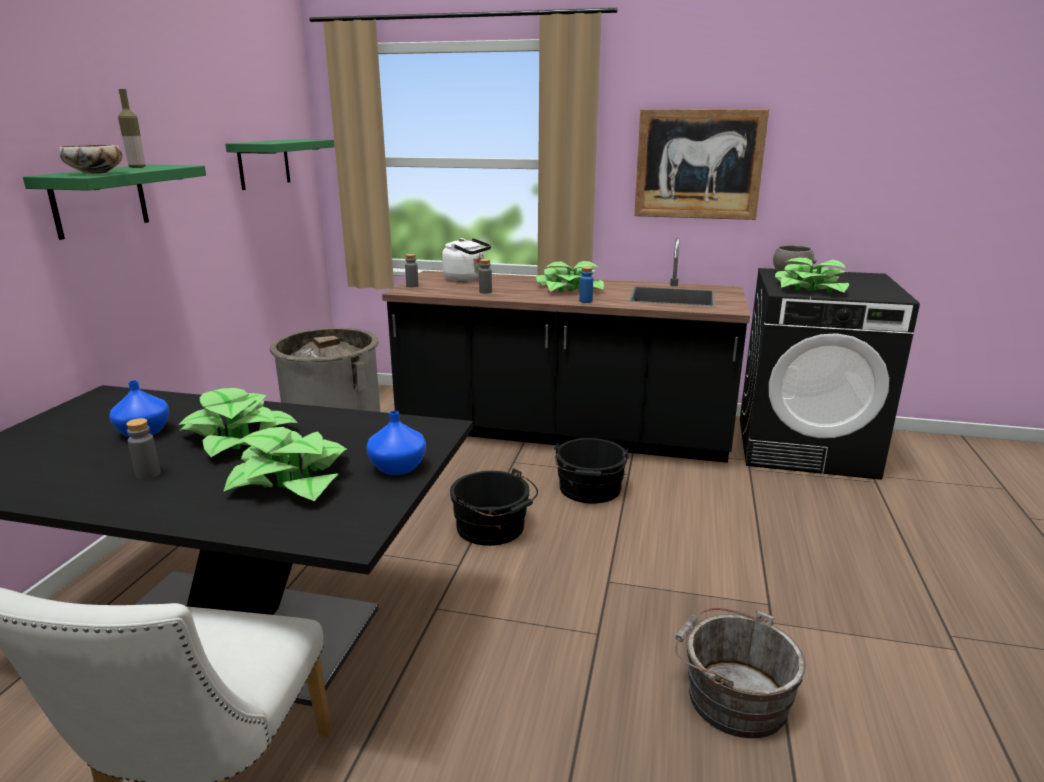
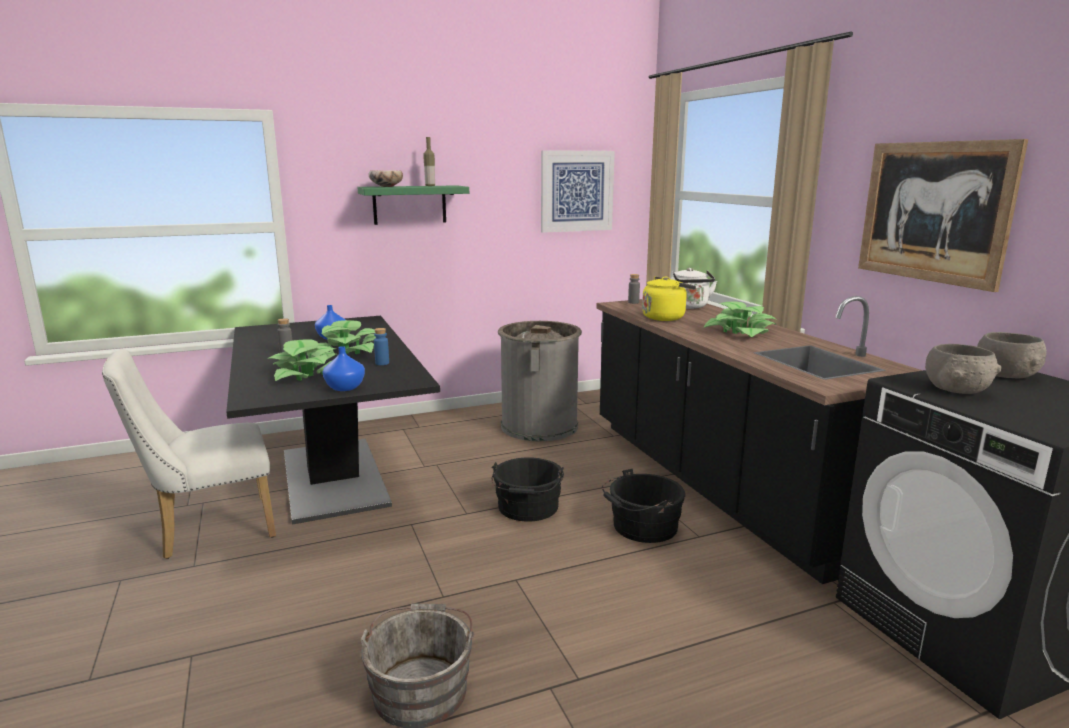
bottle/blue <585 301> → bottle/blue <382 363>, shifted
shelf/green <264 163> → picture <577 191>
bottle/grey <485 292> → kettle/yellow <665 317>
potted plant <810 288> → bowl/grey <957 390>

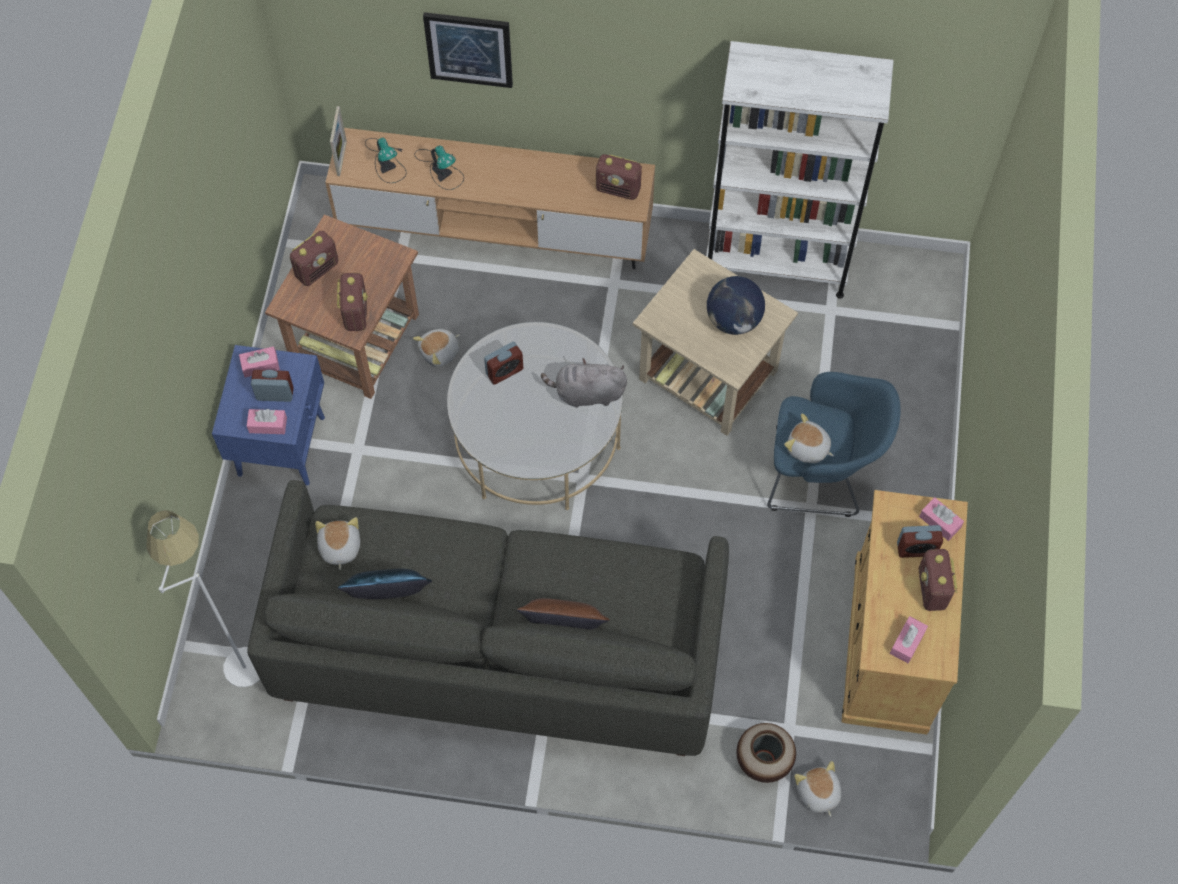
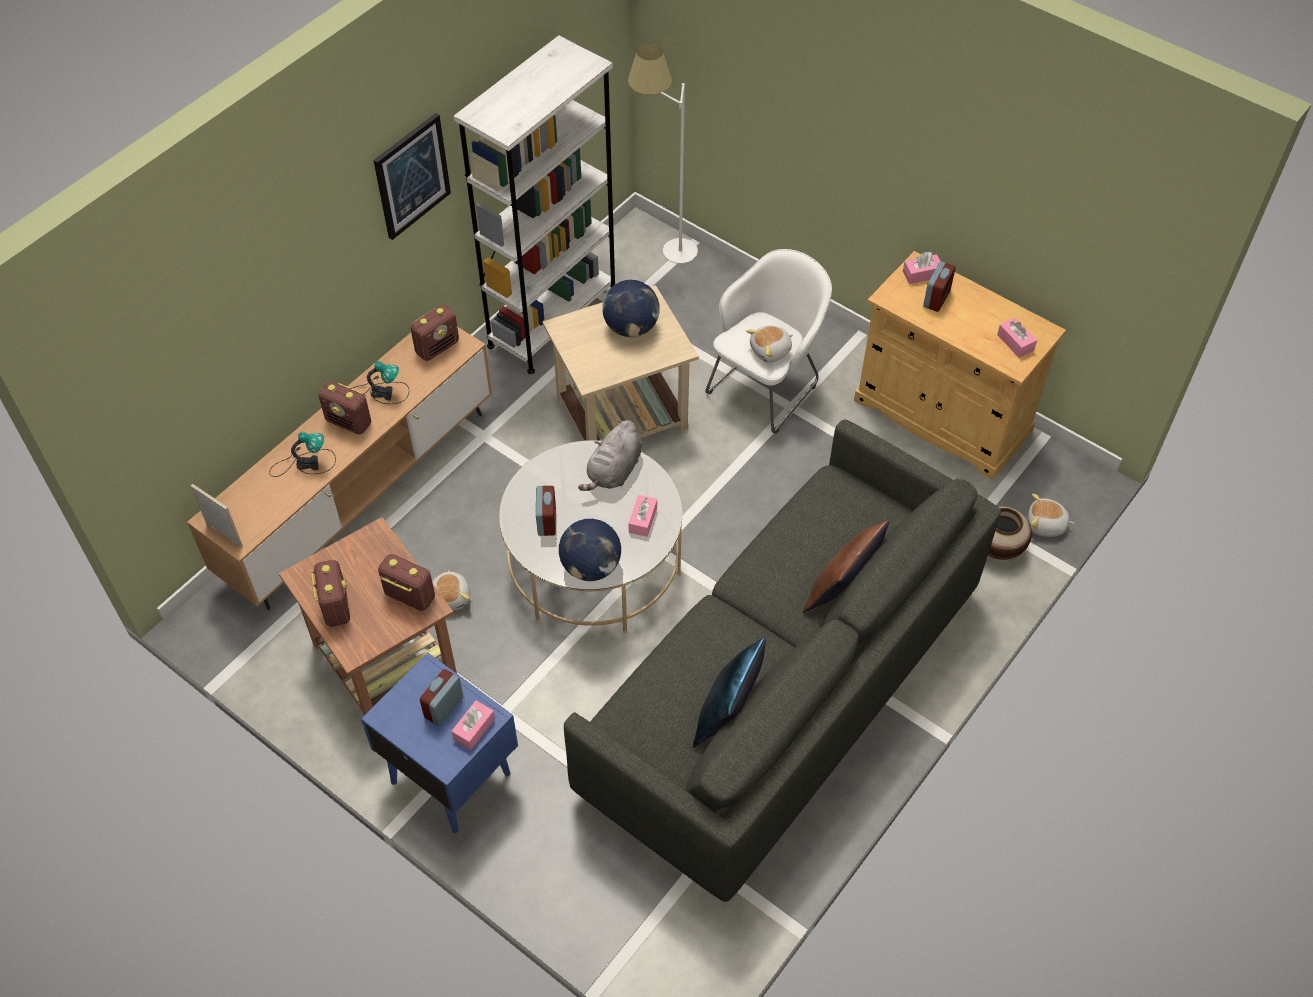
plush toy <339 548> → -
- → globe <591 567>
floor lamp/white <232 653> → floor lamp/white <664 253>, shifted
tissue box/pink <260 365> → tissue box/pink <643 520>, shifted
table lamp <386 161> → table lamp <379 392>, shifted
picture <469 49> → picture <411 176>, shifted
radio <932 589> → radio <349 422>, shifted
armchair/blue <821 475> → armchair/white <766 386>

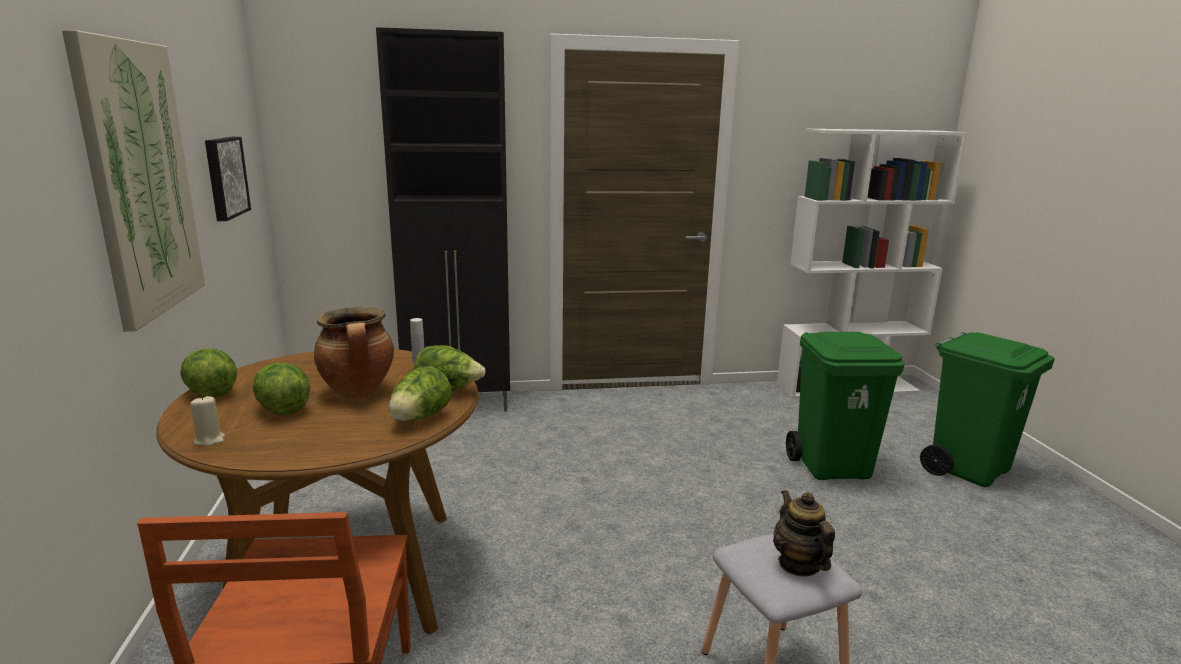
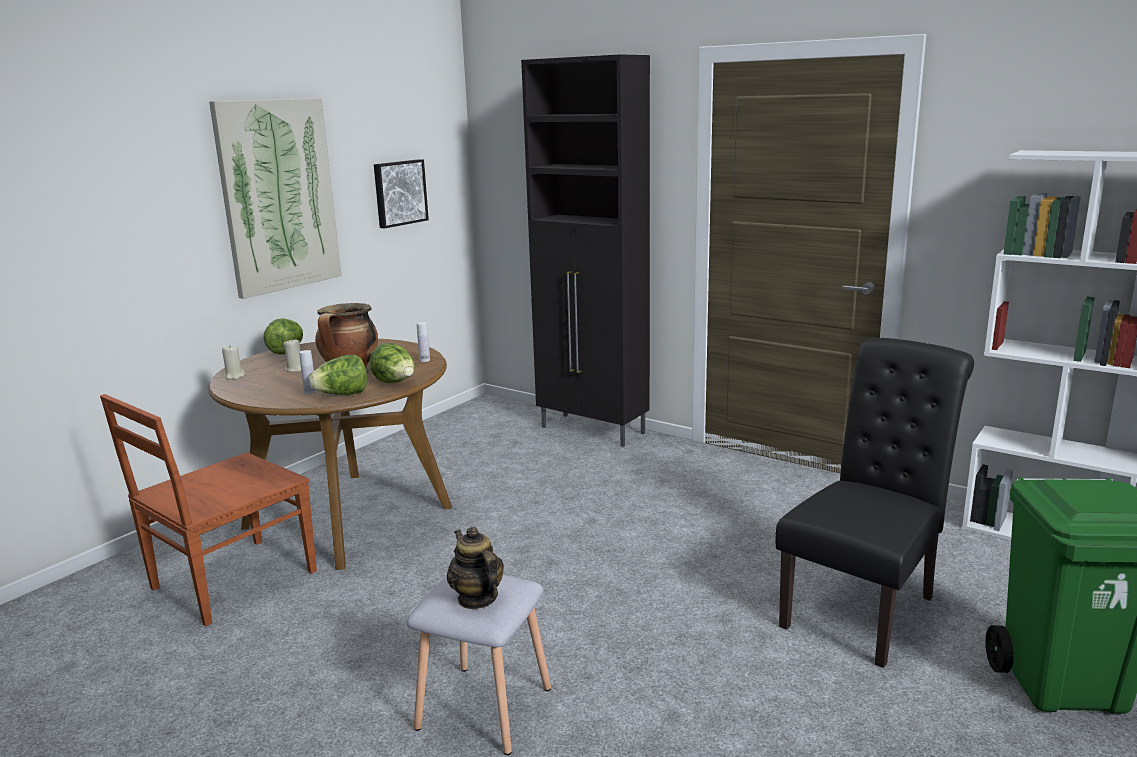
- → bottle/white <310 392>
lettuce <282 409> → candle/beige <295 369>
trash can/green <833 467> → chair/black <864 607>
teapot <799 564> → teapot <477 598>, 60 degrees counterclockwise

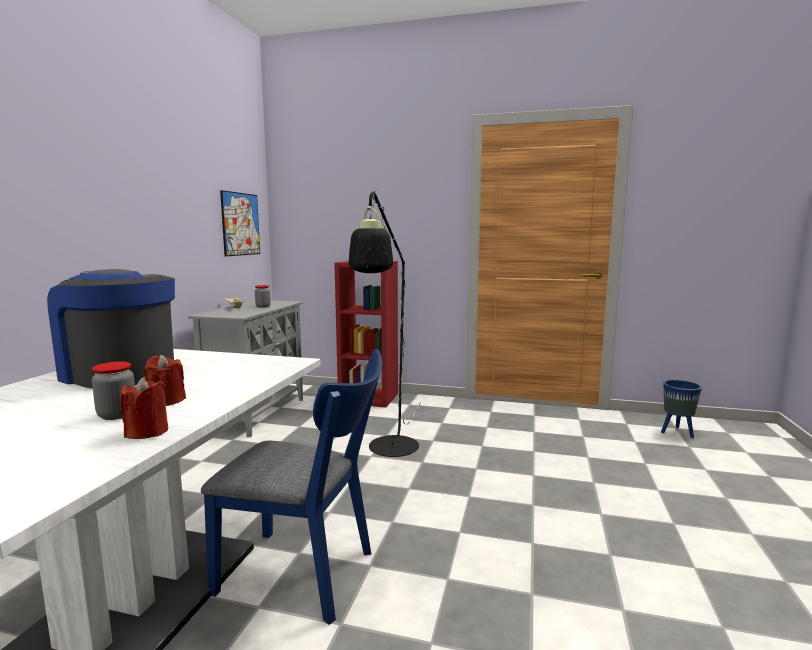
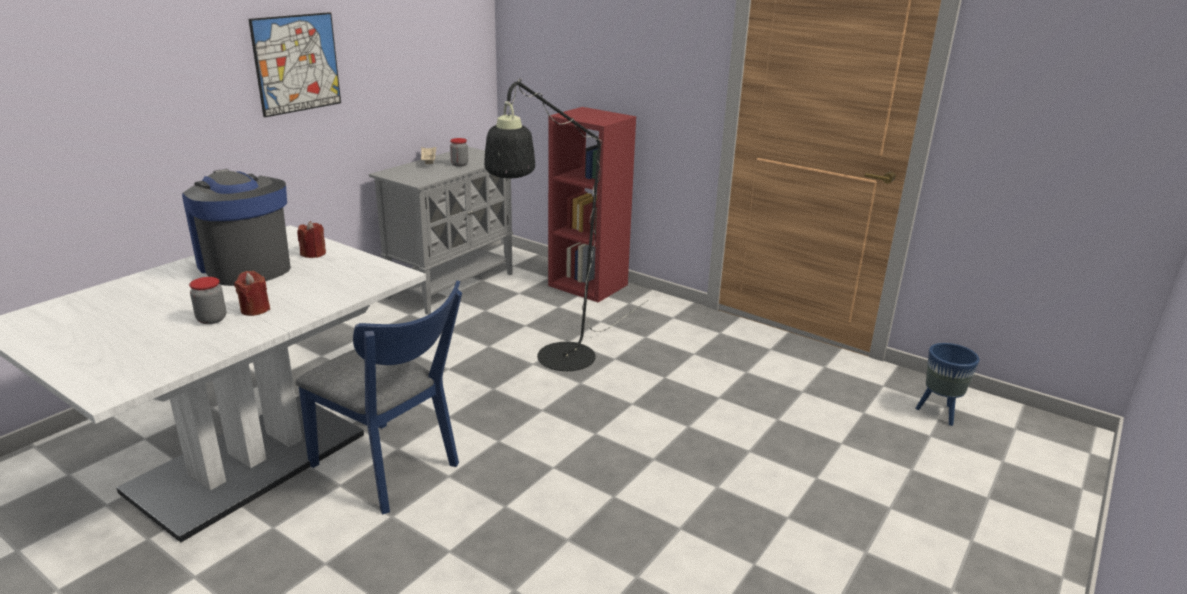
candle/red <147 432> → candle/red <313 254>, shifted
picture <240 224> → picture <297 63>, shifted

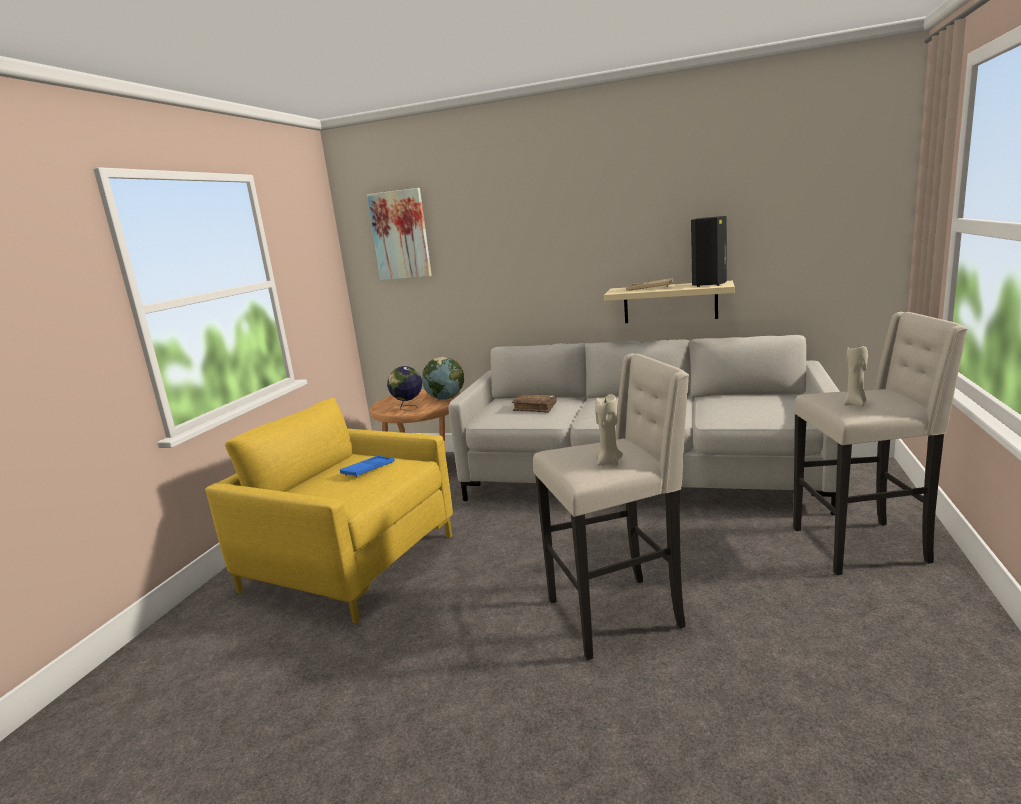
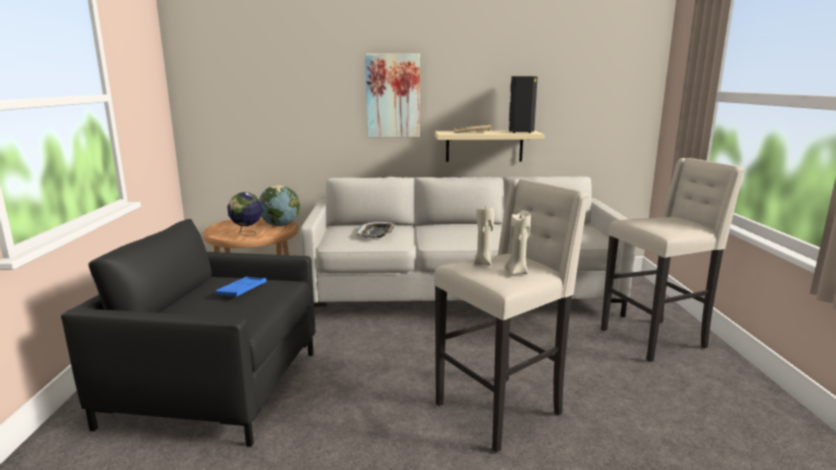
picture <400 235> → picture <393 96>, shifted
candle/beige <855 404> → candle/beige <484 263>, shifted
book/brown <535 408> → tray <376 233>
armchair/yellow <350 562> → armchair/black <215 387>

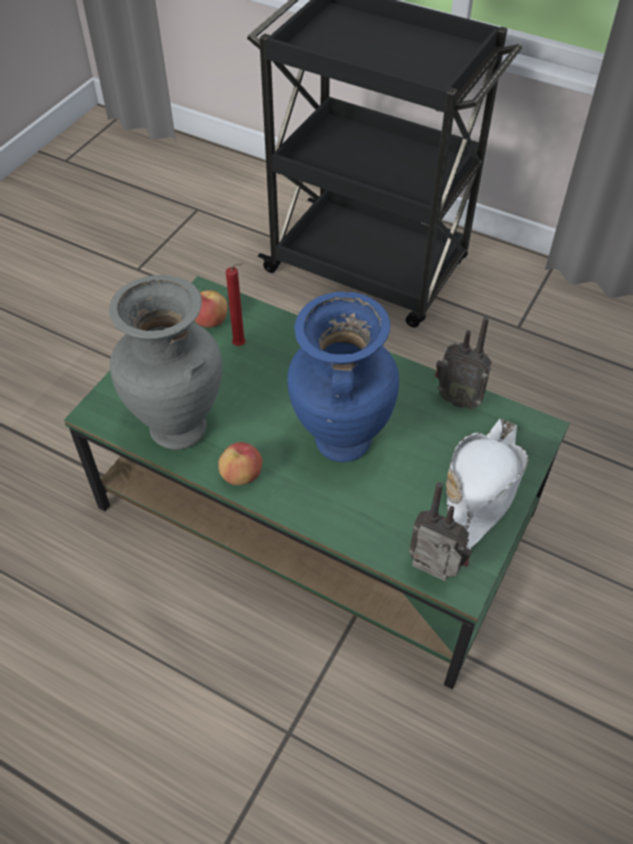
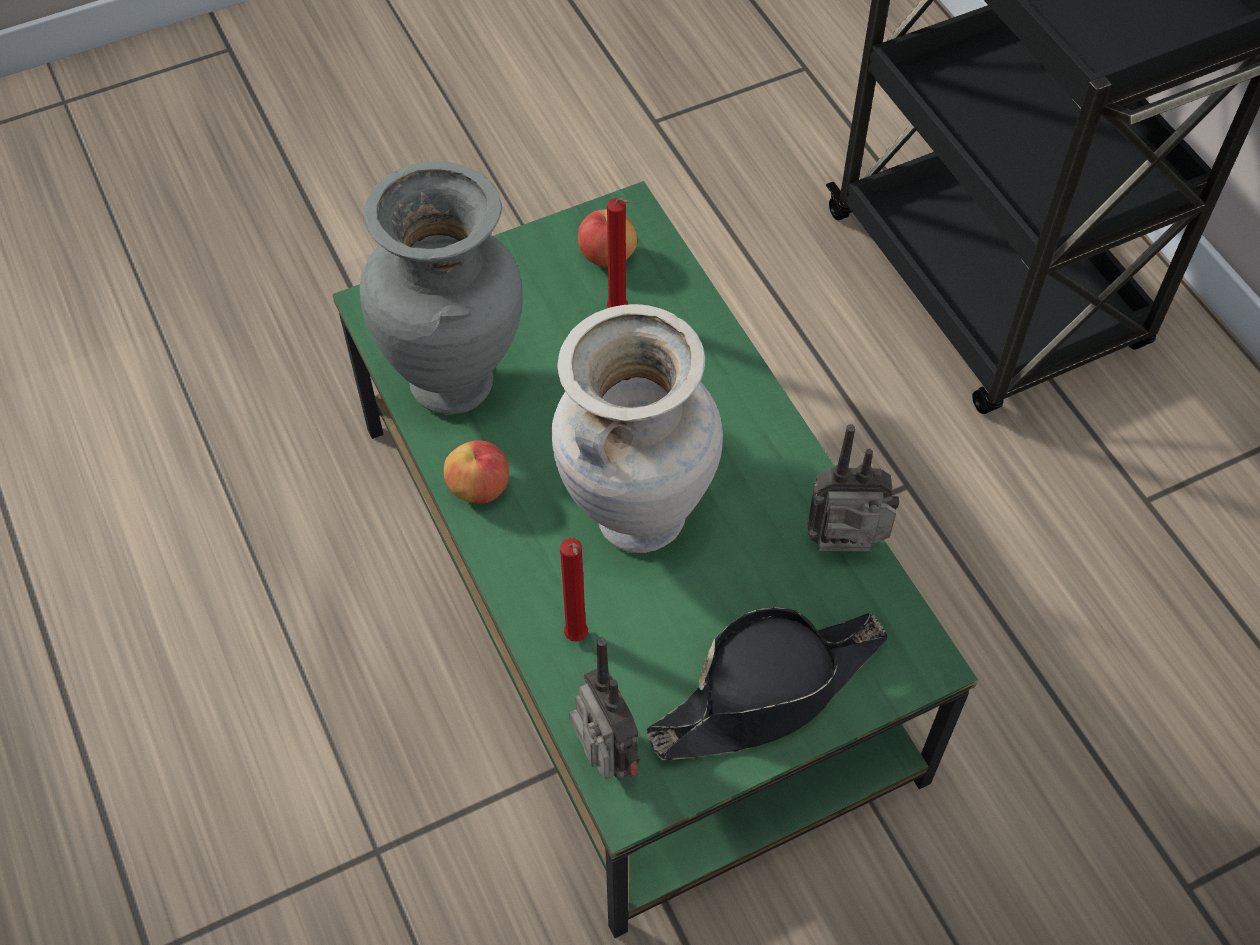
- → candle/red <577 639>
vase/blue <340 441> → vase/beige <636 517>
hat/white <482 488> → hat/black <768 692>
radio <458 398> → radio <846 550>, 120 degrees clockwise

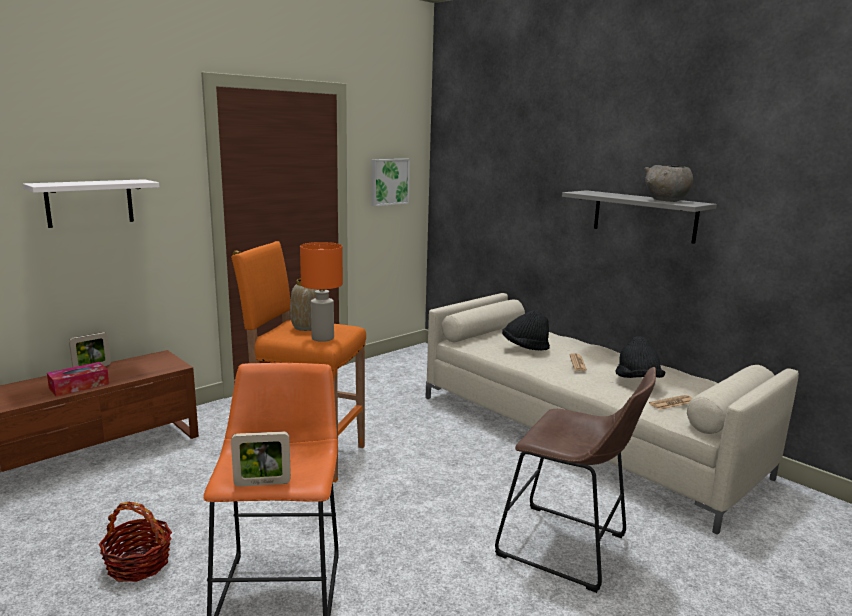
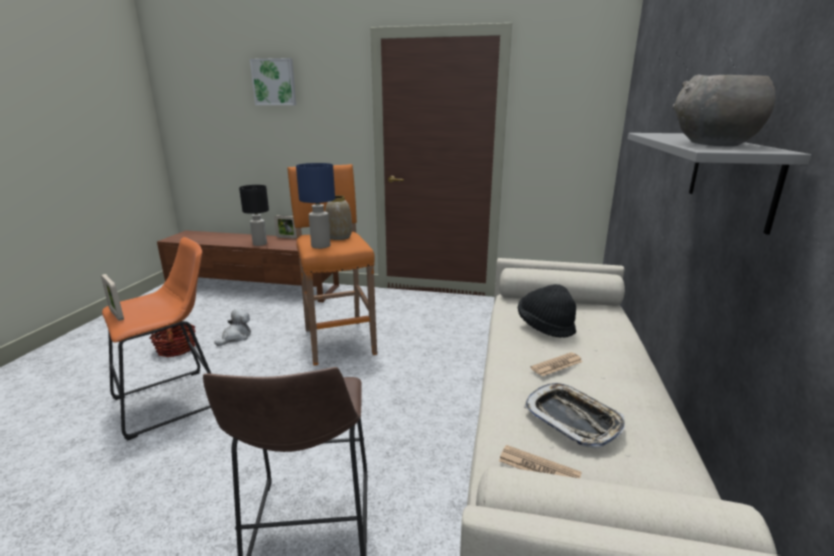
shelf/white <89 203> → -
- → plush toy <236 337>
picture <389 181> → picture <274 82>, shifted
tissue box <79 386> → table lamp/black <260 244>
hat/black <637 380> → tray <572 419>
table lamp/orange <322 338> → table lamp/blue <321 246>

